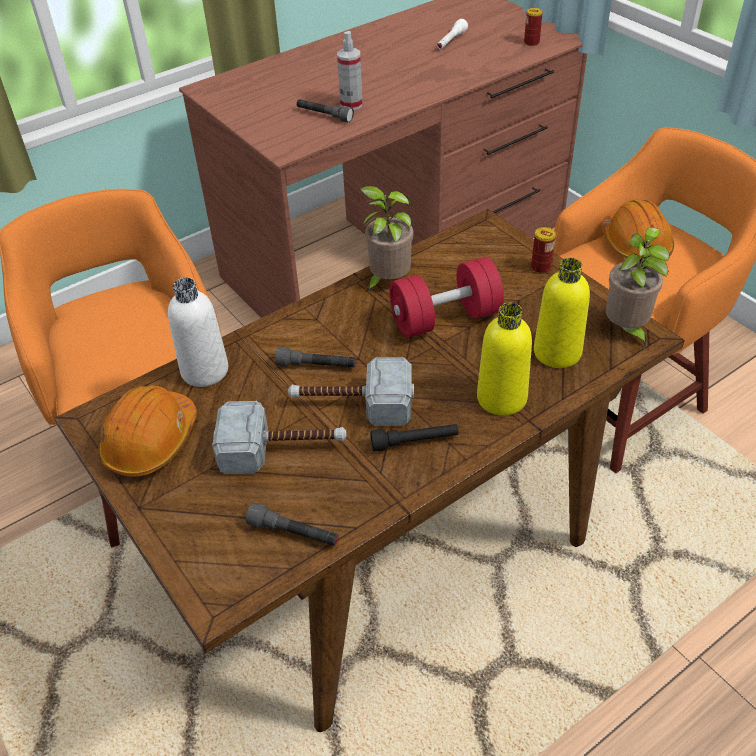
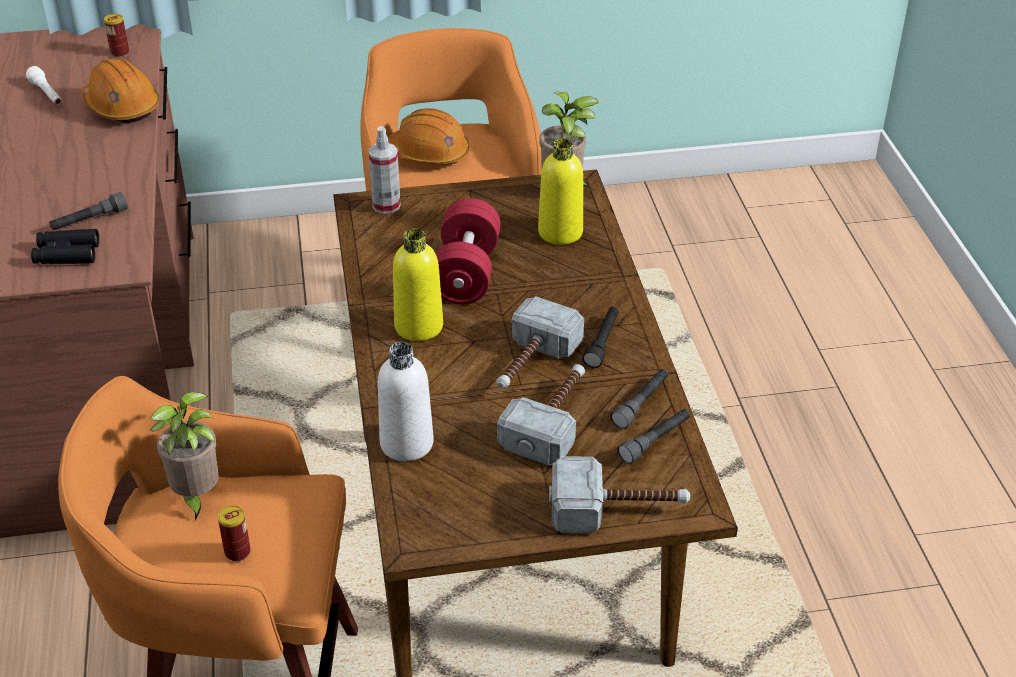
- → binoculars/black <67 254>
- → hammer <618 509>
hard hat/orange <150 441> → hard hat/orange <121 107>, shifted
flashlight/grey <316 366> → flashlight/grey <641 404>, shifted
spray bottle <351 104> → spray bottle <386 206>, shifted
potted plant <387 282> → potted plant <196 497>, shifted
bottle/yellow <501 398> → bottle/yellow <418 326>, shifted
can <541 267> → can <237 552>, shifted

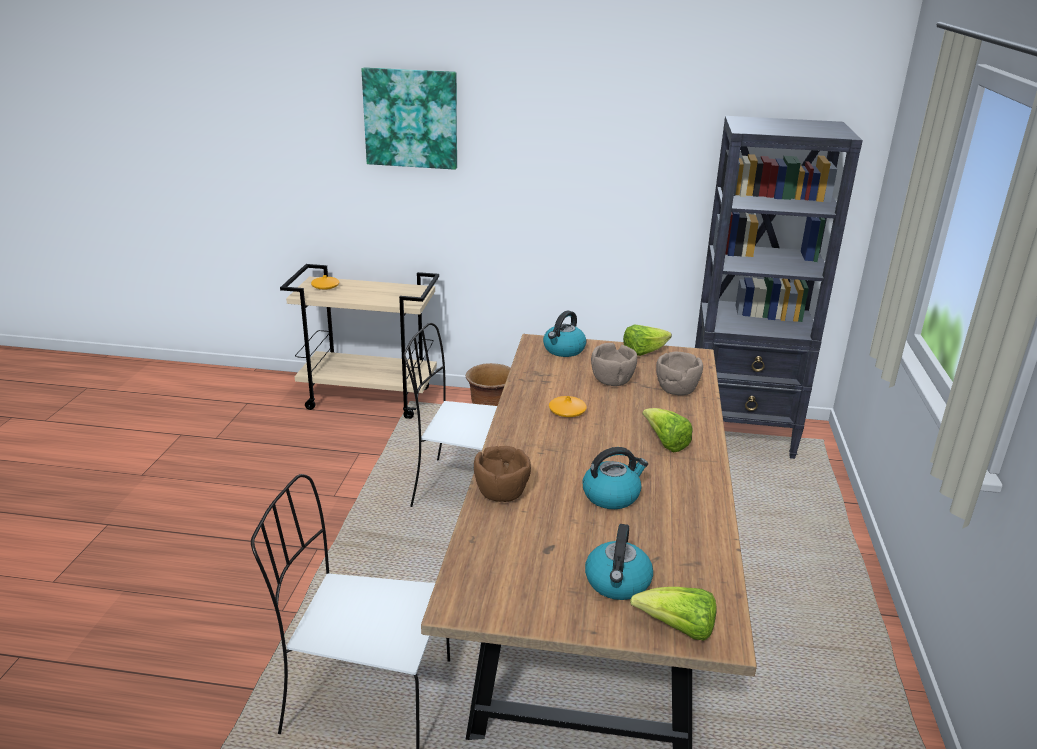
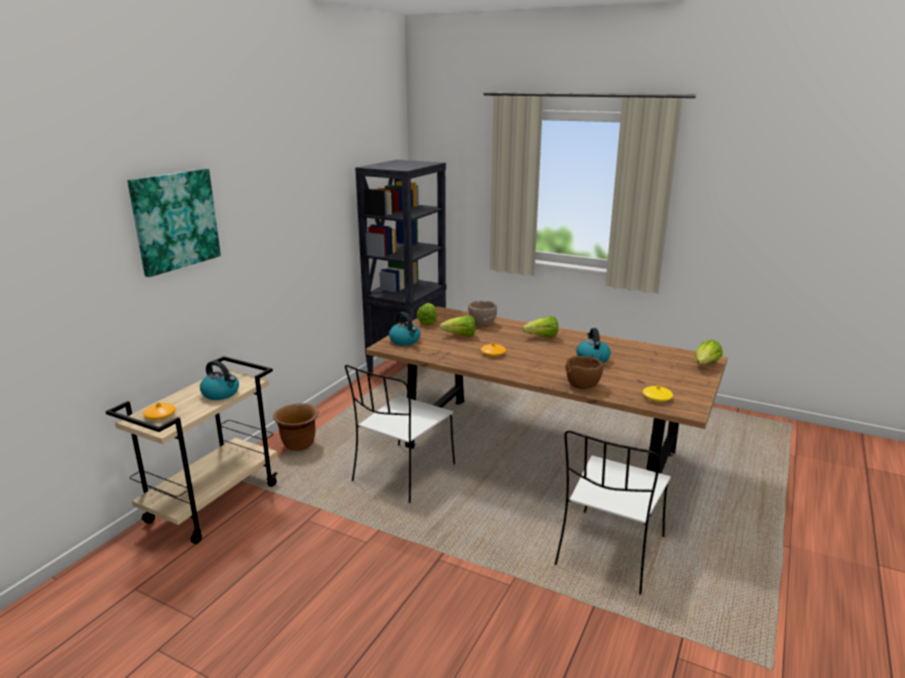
- → vase/yellow <657 398>
kettle <618 583> → kettle <221 393>, shifted
bowl/brown <612 381> → lettuce <460 336>

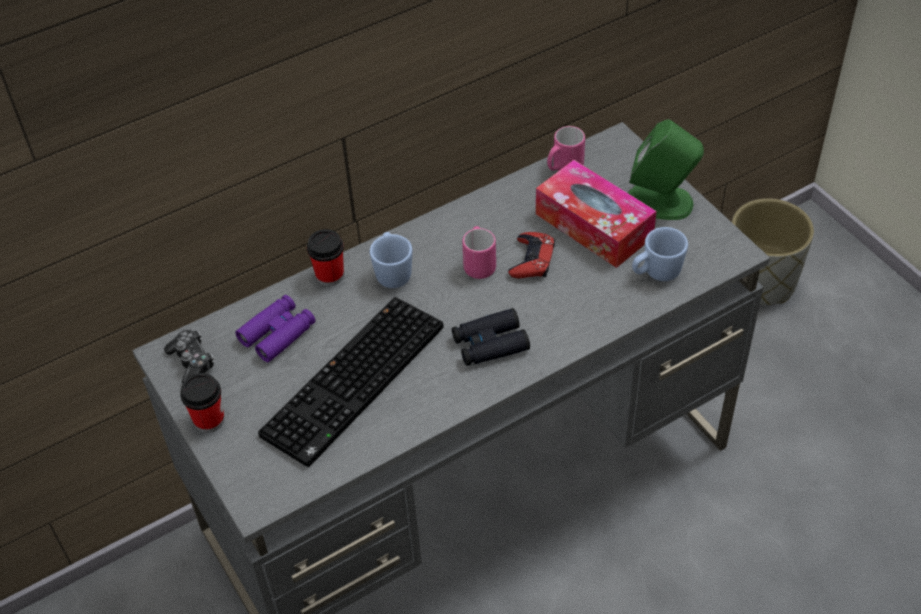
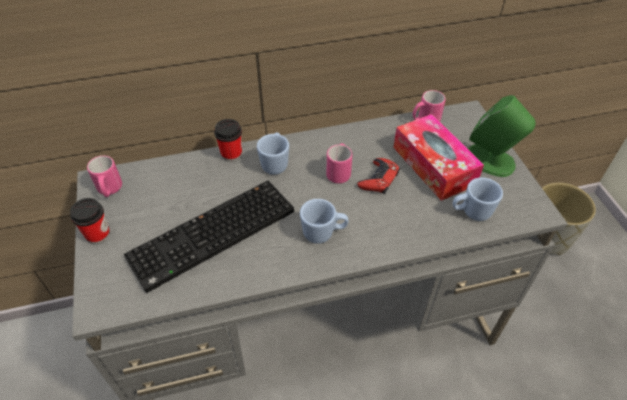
binoculars/purple <278 333> → -
game controller <192 363> → mug/pink <109 190>
binoculars/black <490 344> → mug/blue <323 233>

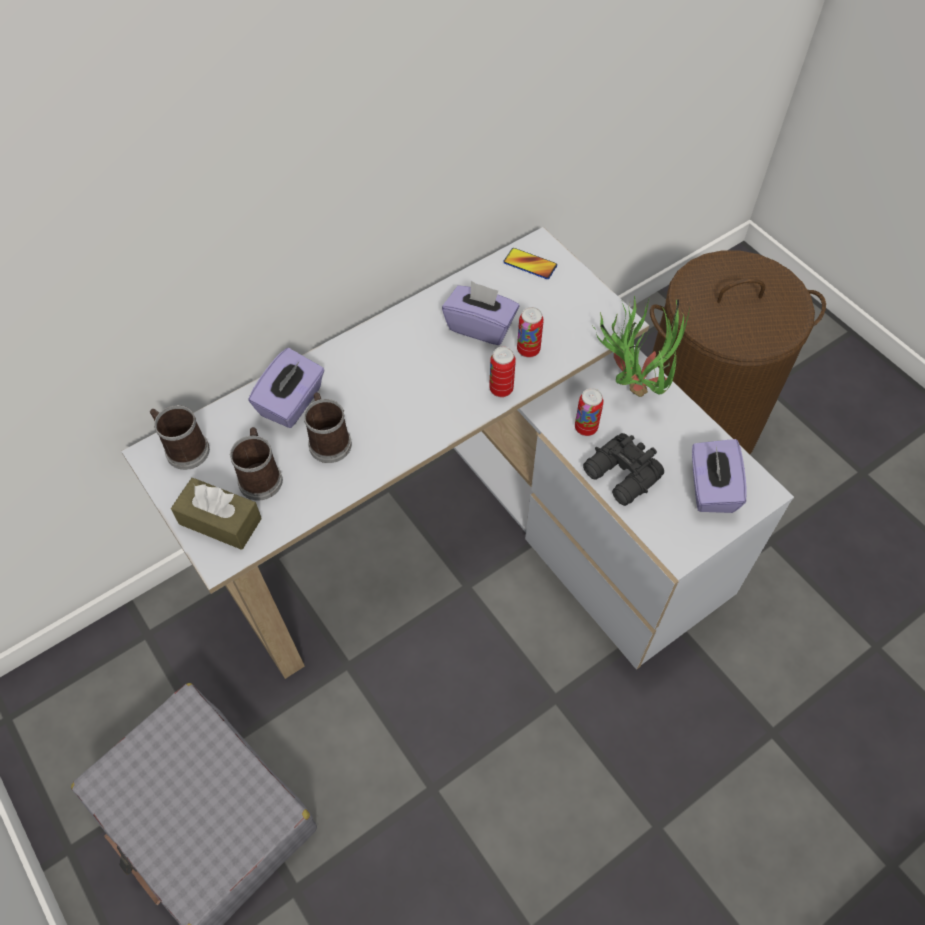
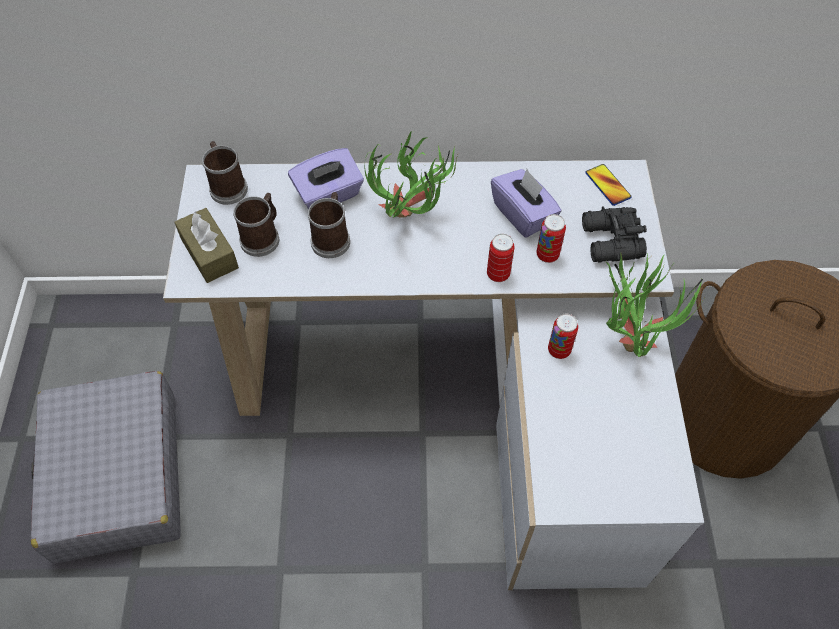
tissue box/purple <711 488> → -
- → potted plant <411 220>
binoculars/black <621 476> → binoculars/black <610 242>, shifted

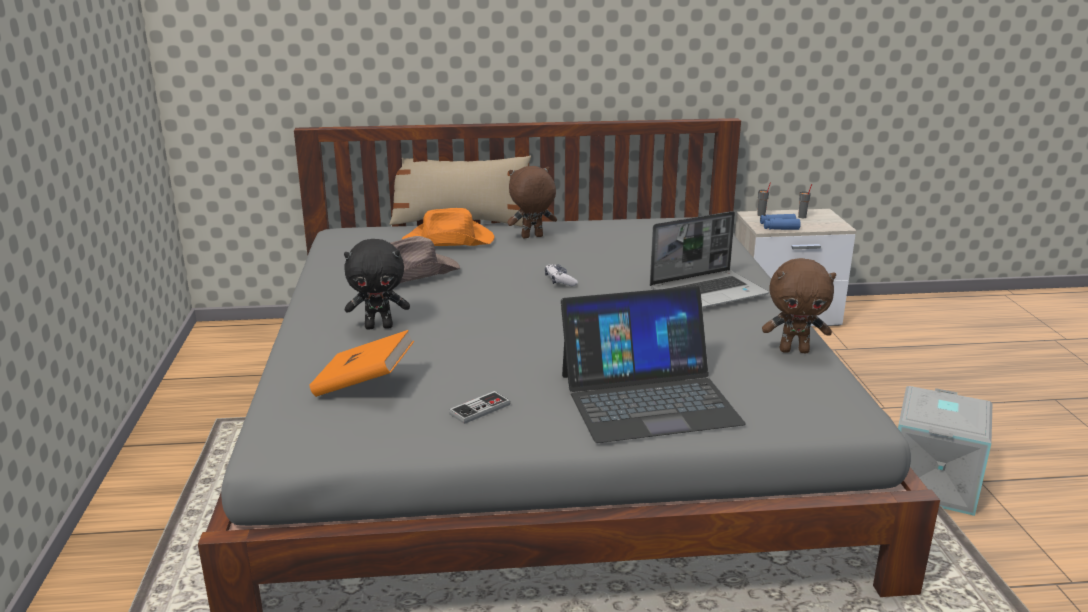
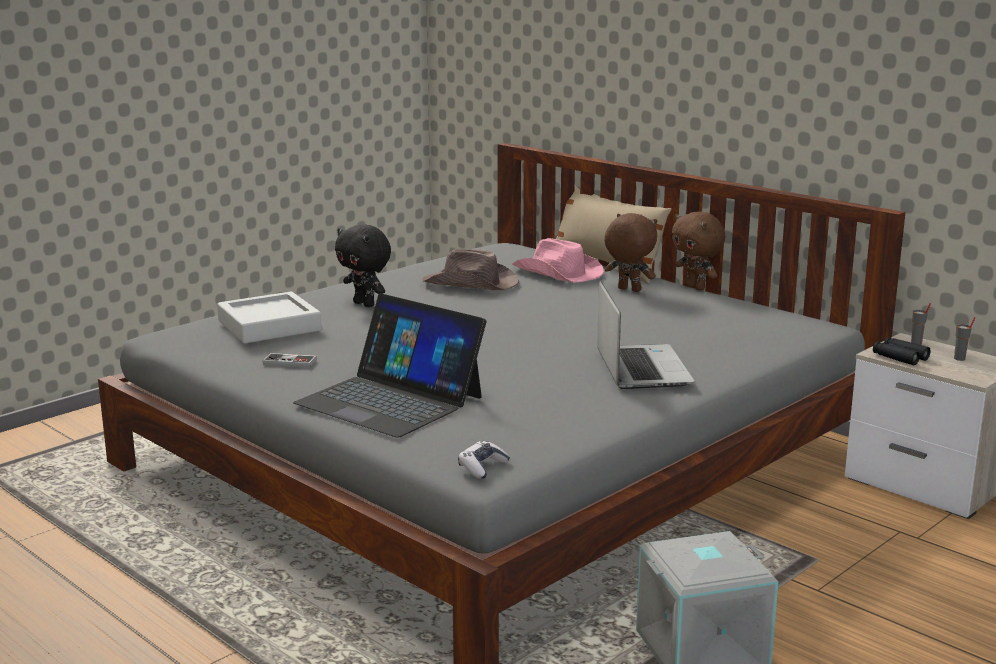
game controller <560 281> → game controller <482 467>, shifted
plush toy/brown <794 350> → plush toy/brown <696 287>, shifted
book/orange <364 384> → tray/grey <269 326>
hat/orange <449 241> → hat/pink <557 273>
binoculars/blue <779 227> → binoculars/black <900 357>
laptop <708 292> → laptop <641 368>, 120 degrees counterclockwise

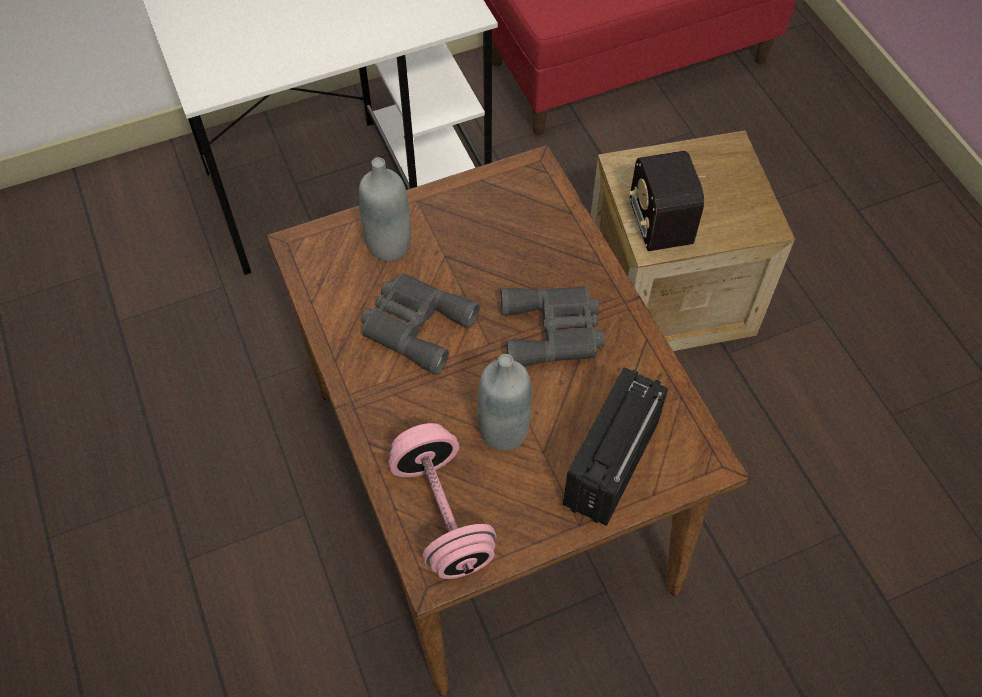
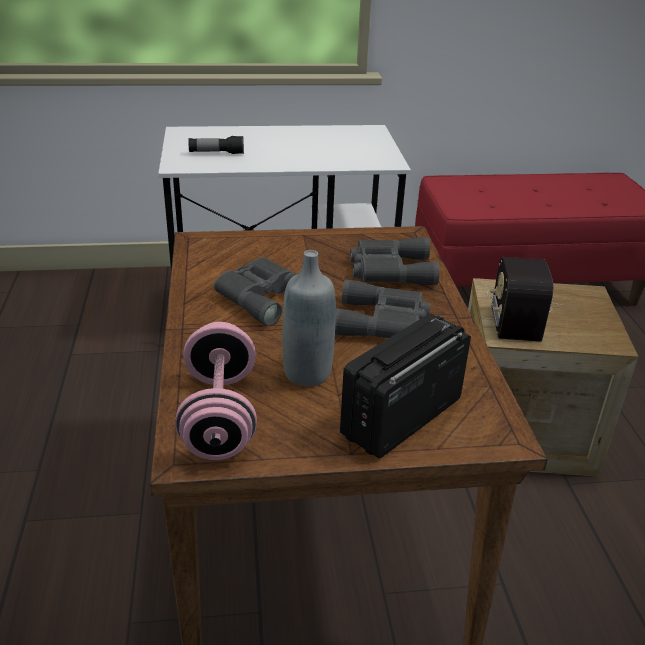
bottle/grey <389 245> → -
- → flashlight <216 153>
- → binoculars/grey <389 270>

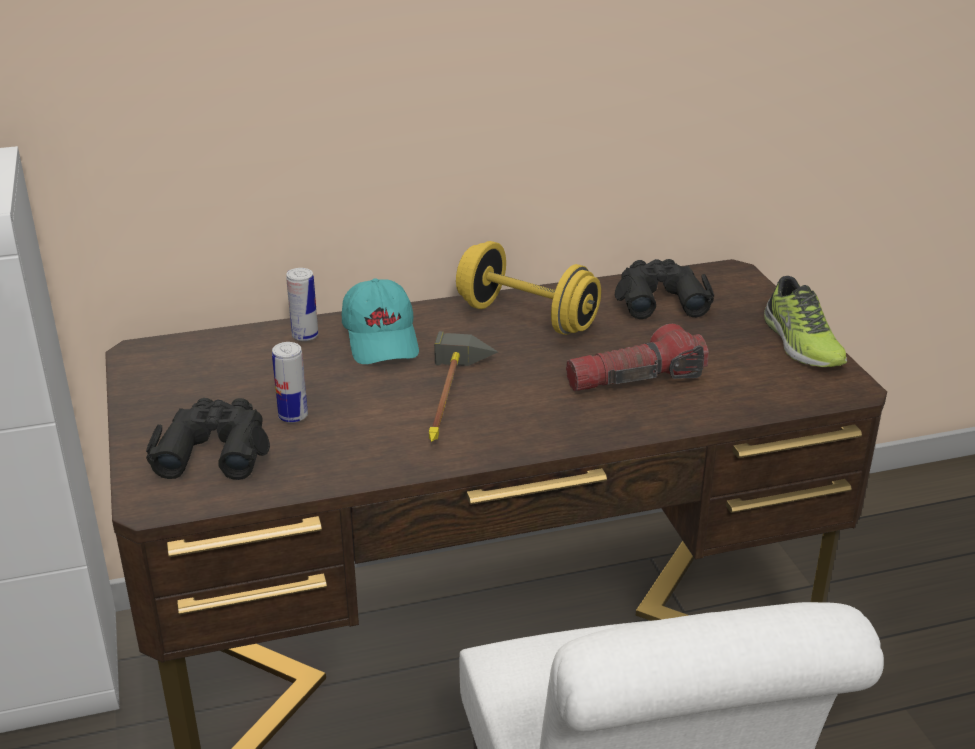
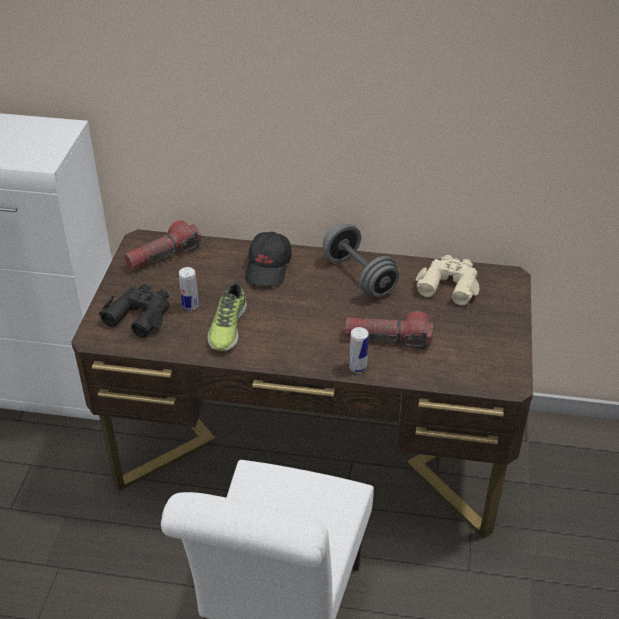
hammer <456 401> → -
- → flashlight <164 255>
can <305 336> → can <358 367>, shifted
shoe <800 343> → shoe <227 327>, shifted
cap/turquoise <382 339> → cap/black <268 268>
dumbbell/yellow <527 317> → dumbbell/grey <359 276>
binoculars/black <660 298> → binoculars/beige <449 284>

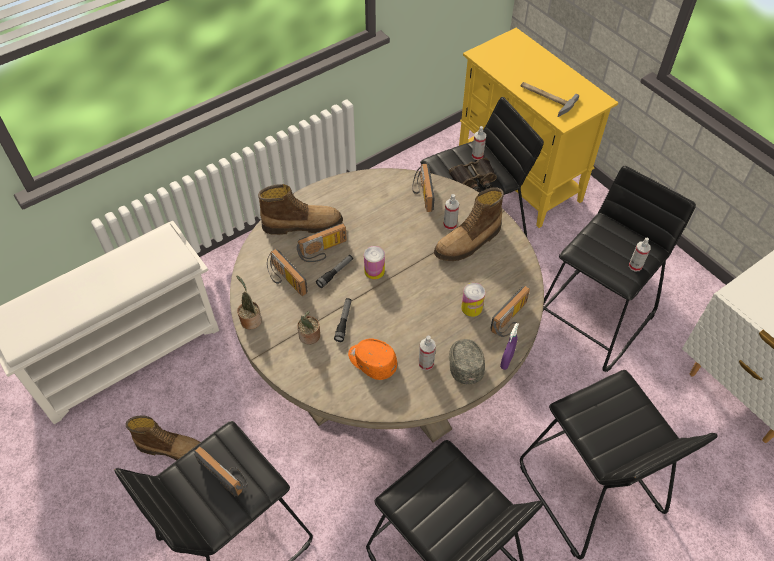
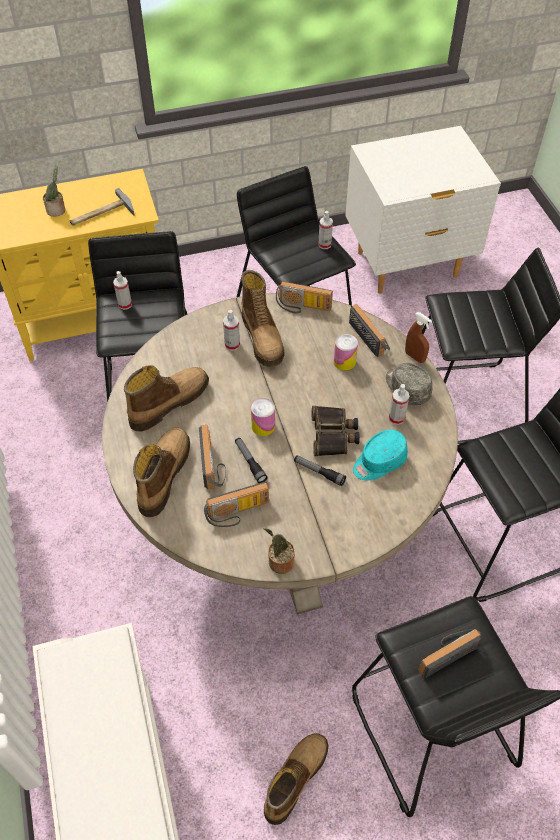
- → boot <168 402>
potted plant <310 336> → potted plant <57 210>, shifted
radio <421 193> → radio <302 307>, shifted
binoculars <474 180> → binoculars <334 435>, shifted
cap/orange <371 362> → cap/turquoise <379 462>
spray bottle/purple <506 361> → spray bottle/brown <415 357>
cap/grey <465 363> → cap/grey <406 388>, 45 degrees clockwise

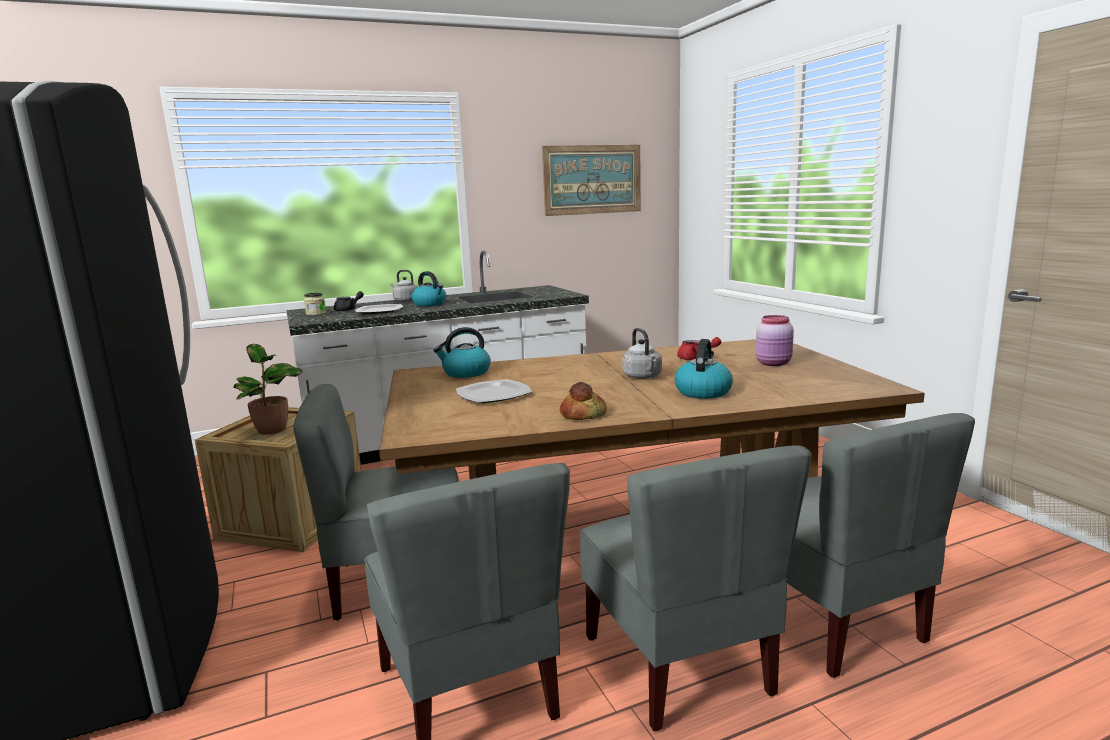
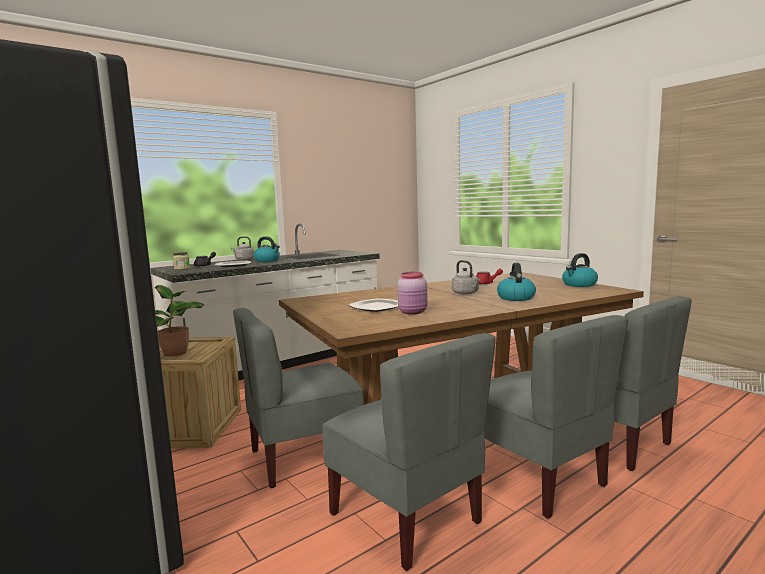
picture <592 179> → -
bread <583 414> → -
kettle <465 373> → kettle <579 284>, shifted
jar/pink <774 363> → jar/pink <413 312>, shifted

